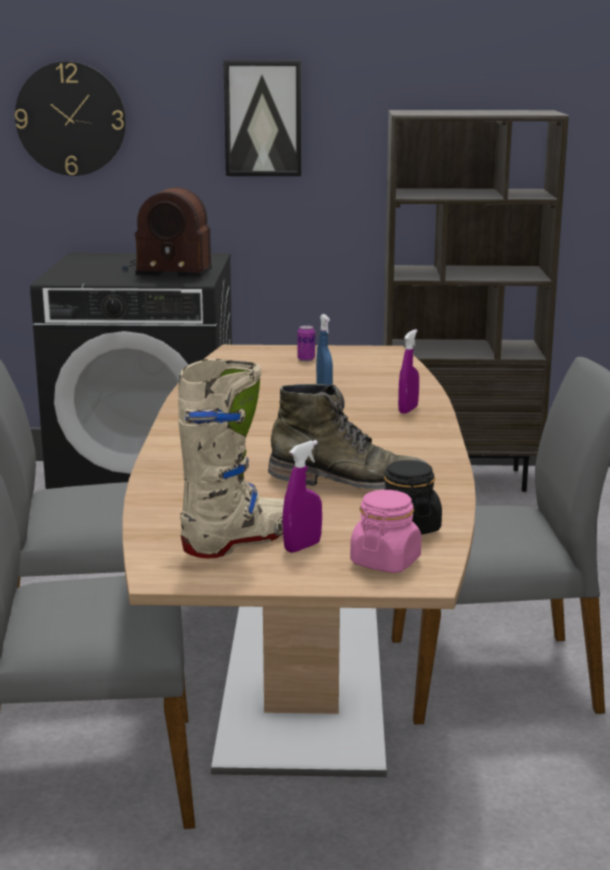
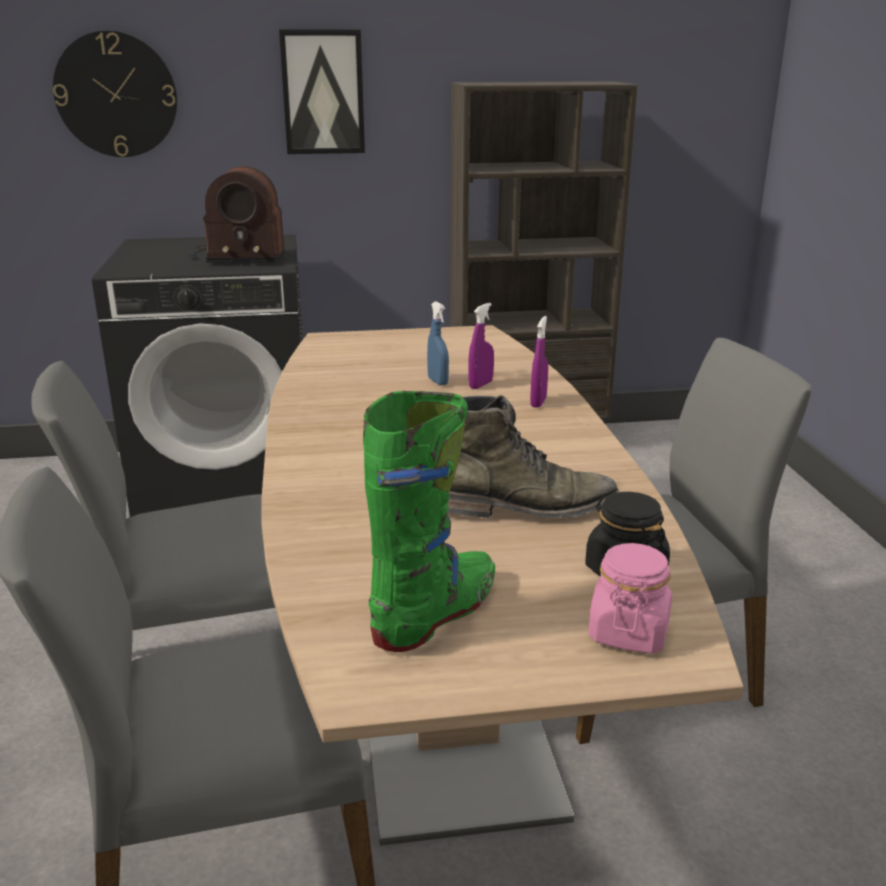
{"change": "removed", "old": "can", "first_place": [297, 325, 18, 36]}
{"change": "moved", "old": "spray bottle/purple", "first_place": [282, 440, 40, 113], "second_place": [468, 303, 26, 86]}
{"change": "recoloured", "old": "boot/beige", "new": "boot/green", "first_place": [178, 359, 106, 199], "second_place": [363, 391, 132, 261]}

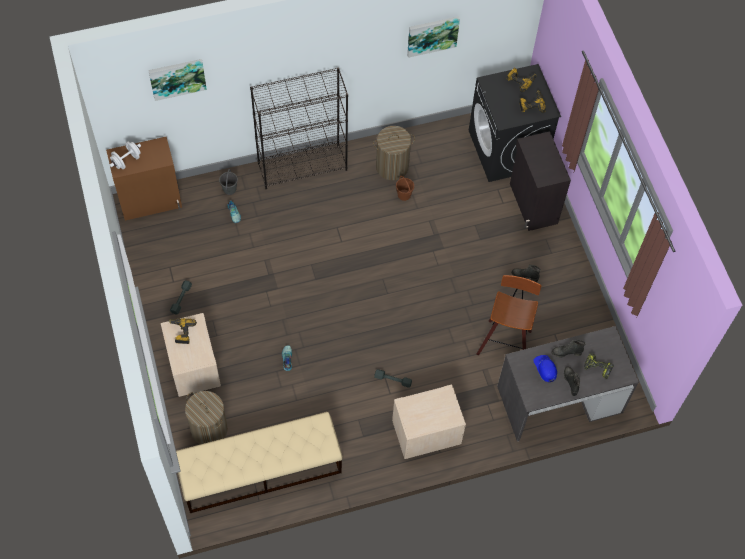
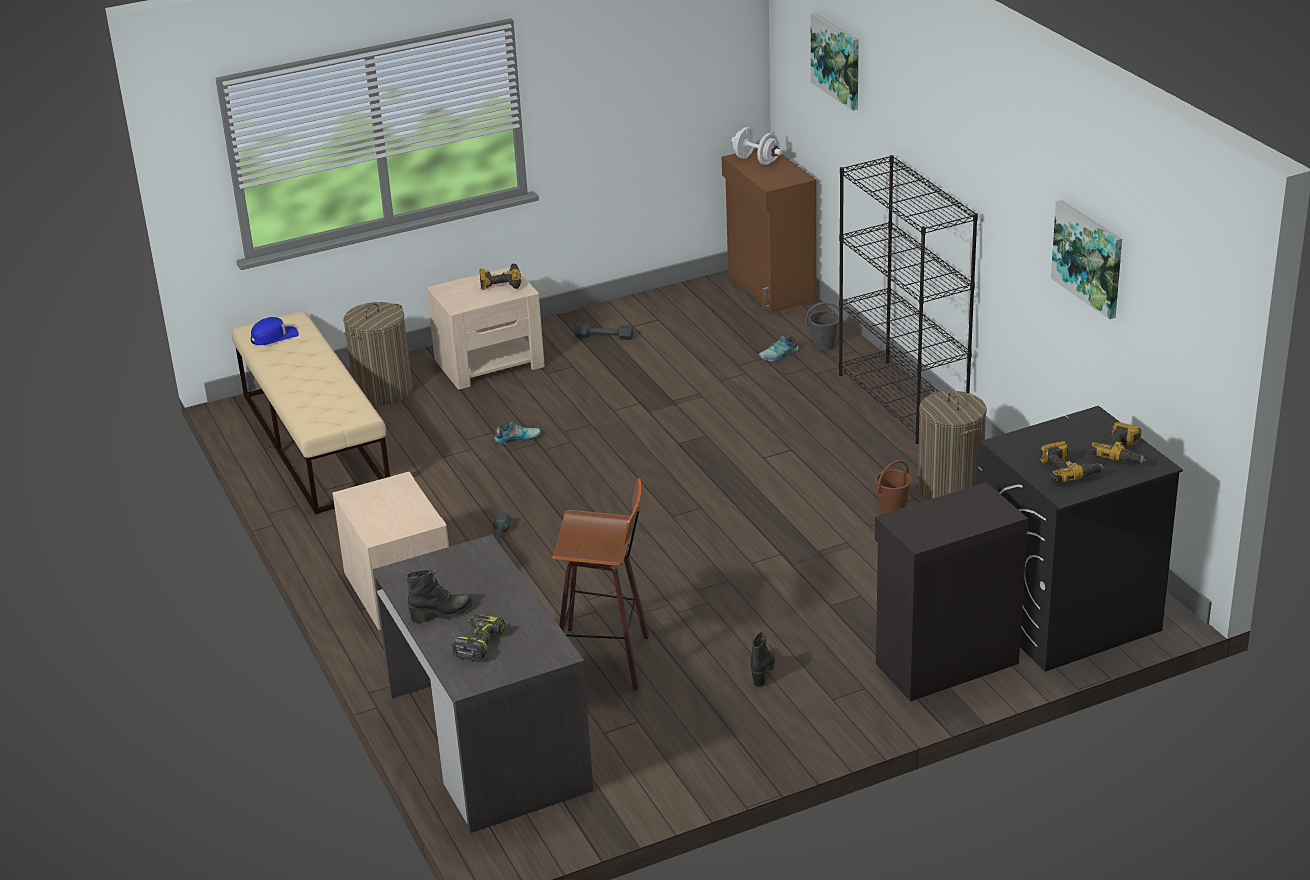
{"change": "removed", "old": "boot/black", "first_place": [551, 340, 35, 17]}
{"change": "moved", "old": "cap/blue", "first_place": [533, 355, 24, 27], "second_place": [251, 317, 48, 28]}

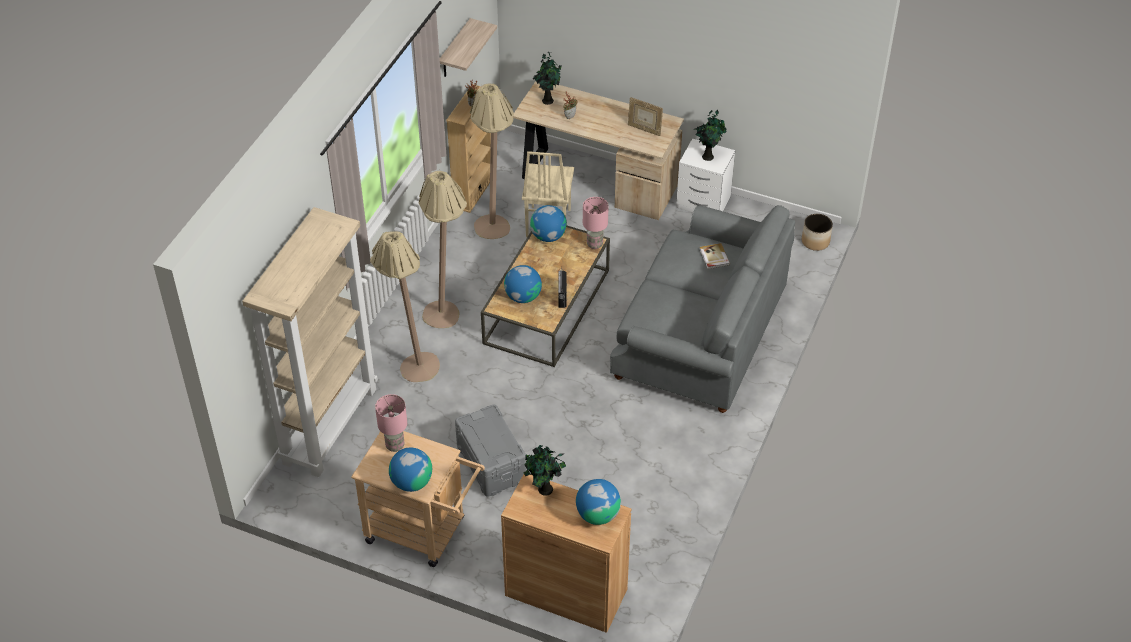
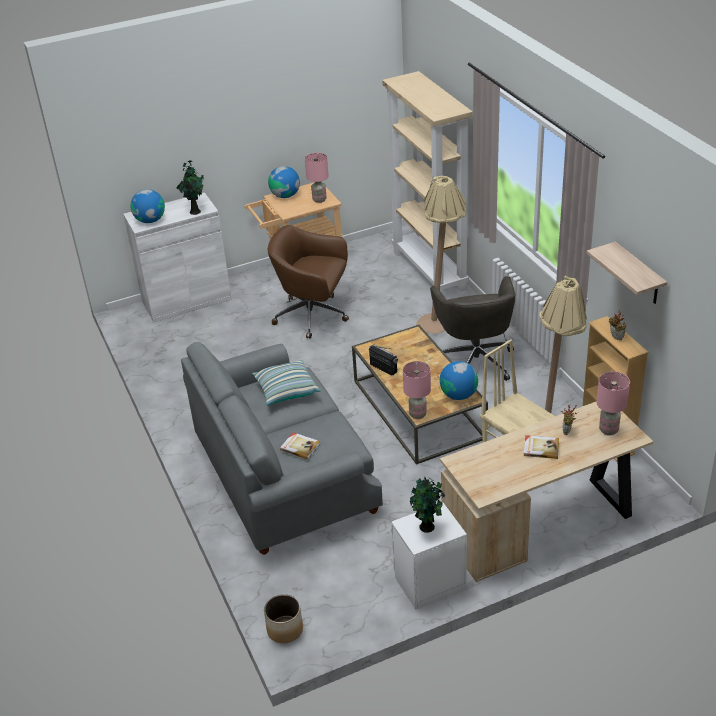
{"change": "removed", "old": "globe", "first_place": [504, 265, 38, 38]}
{"change": "removed", "old": "picture frame", "first_place": [628, 97, 35, 39]}
{"change": "added", "new": "pillow", "second_place": [252, 360, 69, 45]}
{"change": "added", "new": "book", "second_place": [524, 435, 35, 24]}
{"change": "replaced", "old": "floor lamp/beige", "new": "office chair/grey", "first_place": [419, 171, 48, 157], "second_place": [430, 276, 86, 105]}
{"change": "replaced", "old": "storage box/grey", "new": "office chair/brown", "first_place": [455, 404, 72, 93], "second_place": [268, 225, 81, 114]}
{"change": "replaced", "old": "potted plant", "new": "table lamp/pink", "first_place": [533, 51, 28, 54], "second_place": [596, 371, 34, 65]}
{"change": "recoloured", "old": "cabinet/brown", "new": "cabinet/white", "first_place": [501, 474, 130, 159], "second_place": [123, 193, 109, 130]}

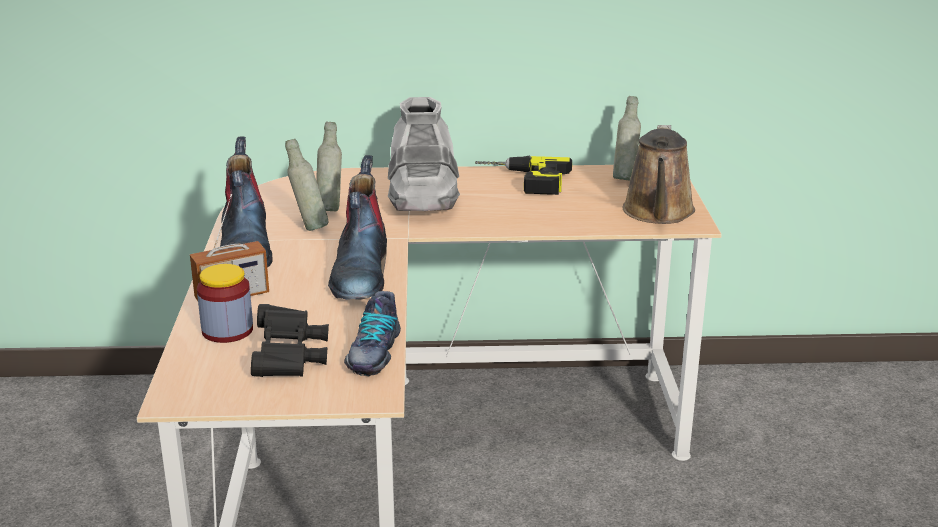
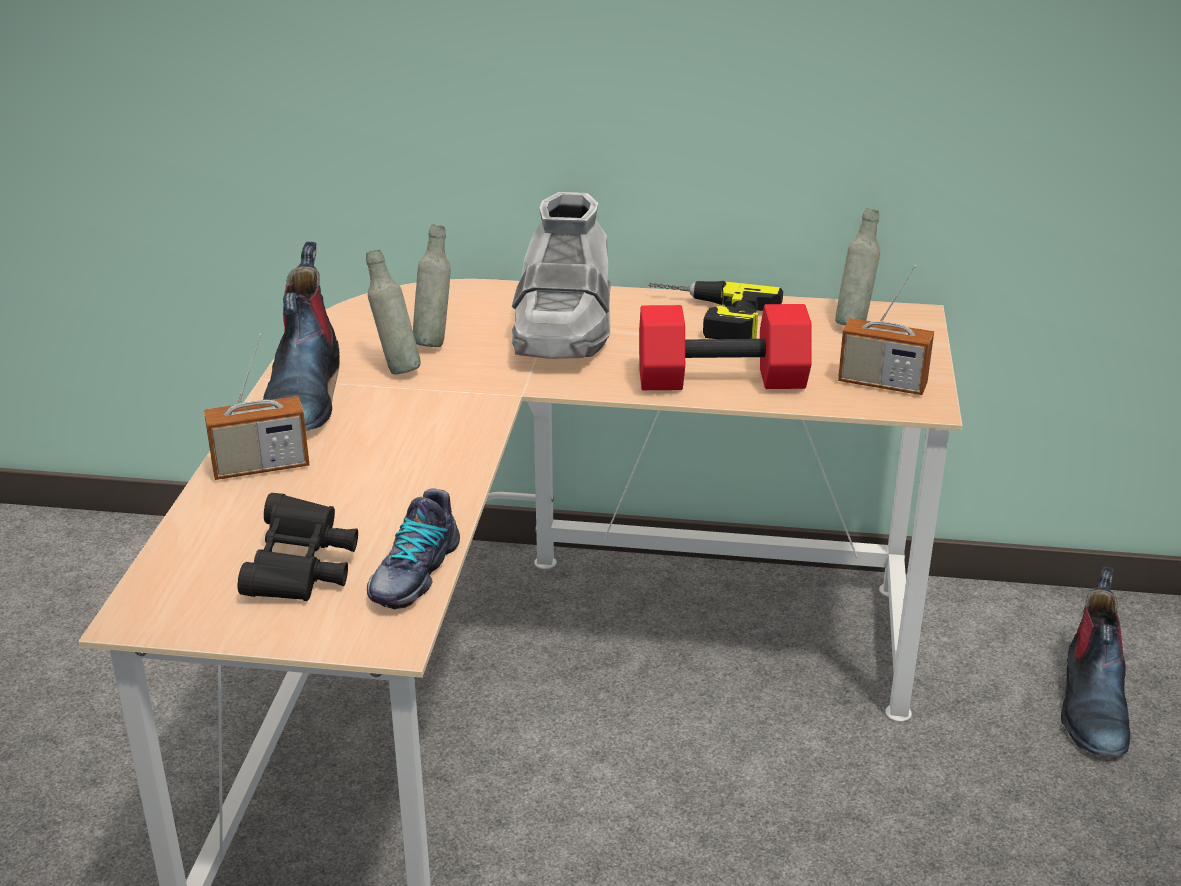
{"change": "removed", "old": "jar", "first_place": [197, 264, 56, 79]}
{"change": "added", "new": "dumbbell/red", "second_place": [639, 304, 173, 86]}
{"change": "moved", "old": "boot", "first_place": [328, 155, 59, 145], "second_place": [1061, 567, 69, 190]}
{"change": "replaced", "old": "watering can/brown", "new": "radio", "first_place": [623, 125, 72, 99], "second_place": [838, 265, 96, 130]}

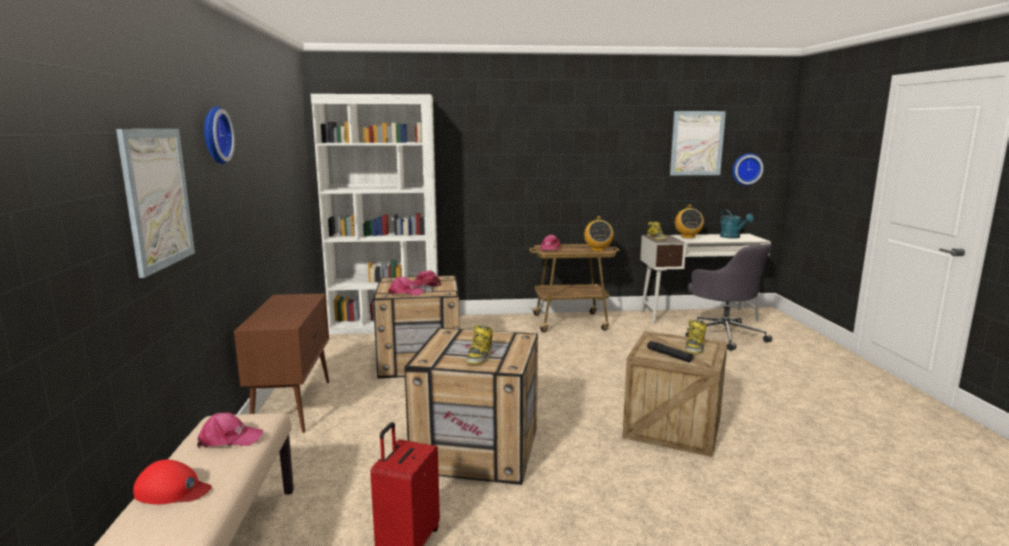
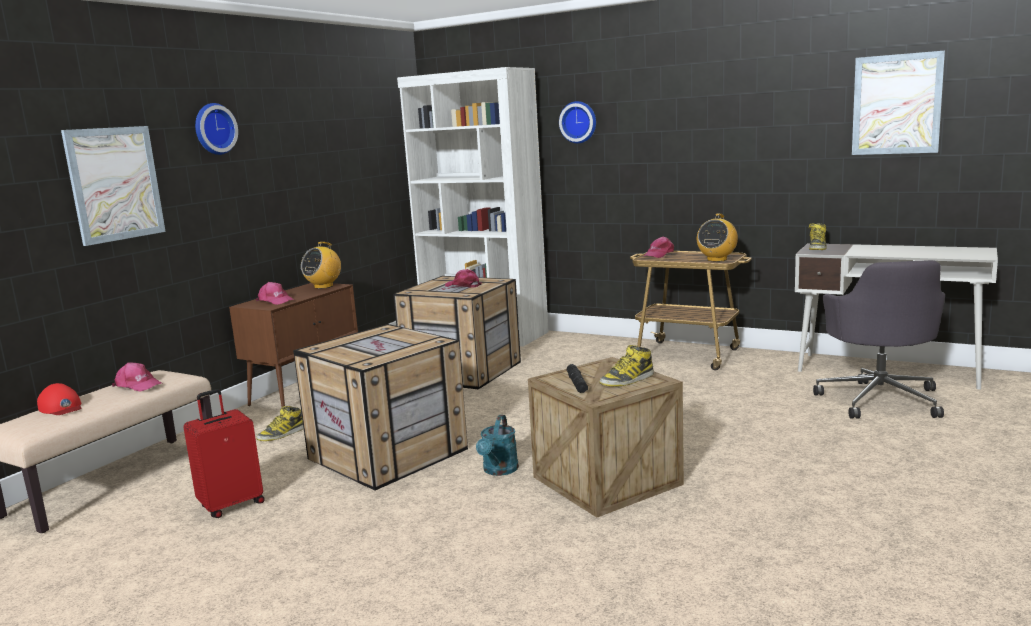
{"change": "moved", "old": "cap/pink", "first_place": [388, 277, 37, 19], "second_place": [256, 282, 38, 23]}
{"change": "moved", "old": "boot", "first_place": [466, 325, 27, 40], "second_place": [256, 406, 48, 35]}
{"change": "moved", "old": "radio", "first_place": [675, 205, 29, 33], "second_place": [301, 242, 40, 47]}
{"change": "moved", "old": "watering can/turquoise", "first_place": [720, 210, 34, 29], "second_place": [476, 415, 43, 61]}
{"change": "moved", "old": "wall clock", "first_place": [732, 153, 31, 33], "second_place": [559, 101, 37, 42]}

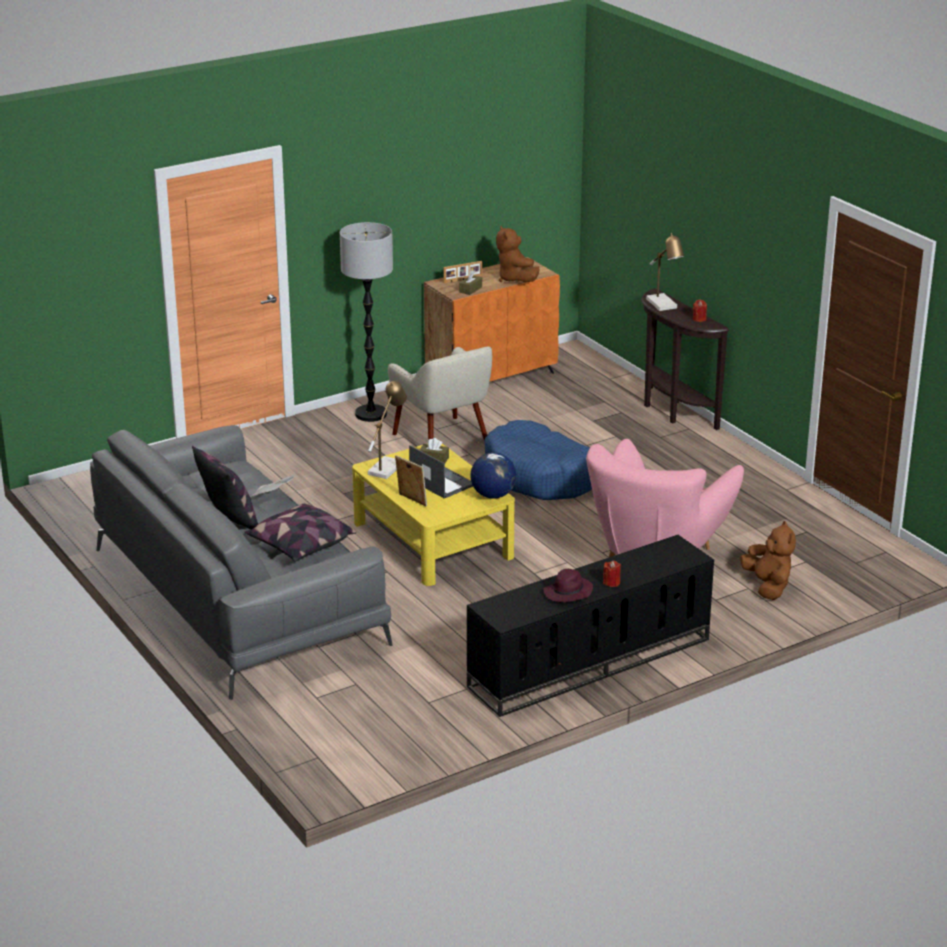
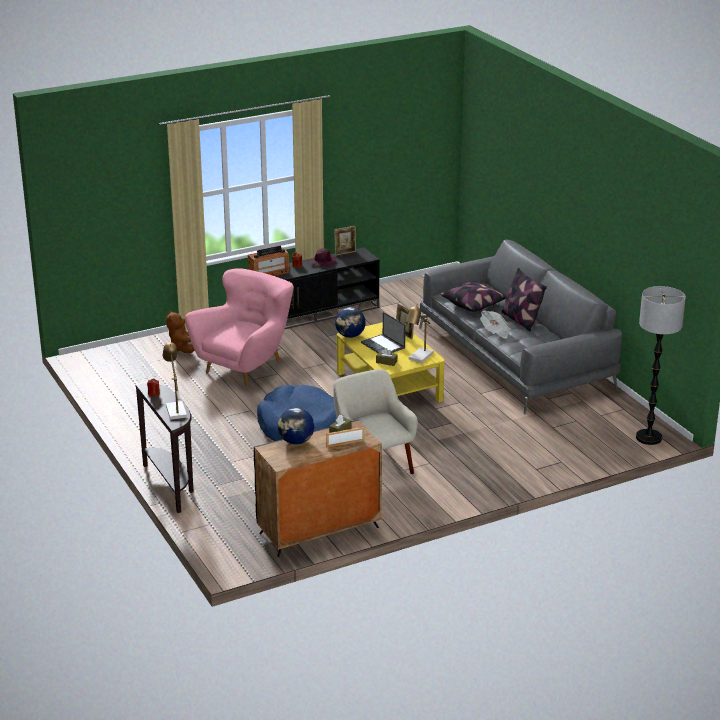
{"change": "added", "new": "radio", "second_place": [248, 246, 42, 30]}
{"change": "added", "new": "picture frame", "second_place": [334, 226, 22, 30]}
{"change": "moved", "old": "floor lamp", "first_place": [340, 222, 53, 200], "second_place": [636, 286, 50, 159]}
{"change": "replaced", "old": "plush toy/brown", "new": "globe", "first_place": [496, 226, 44, 56], "second_place": [278, 408, 36, 36]}
{"change": "recoloured", "old": "cabinet/orange", "new": "cabinet/black", "first_place": [424, 257, 136, 125], "second_place": [254, 420, 128, 137]}

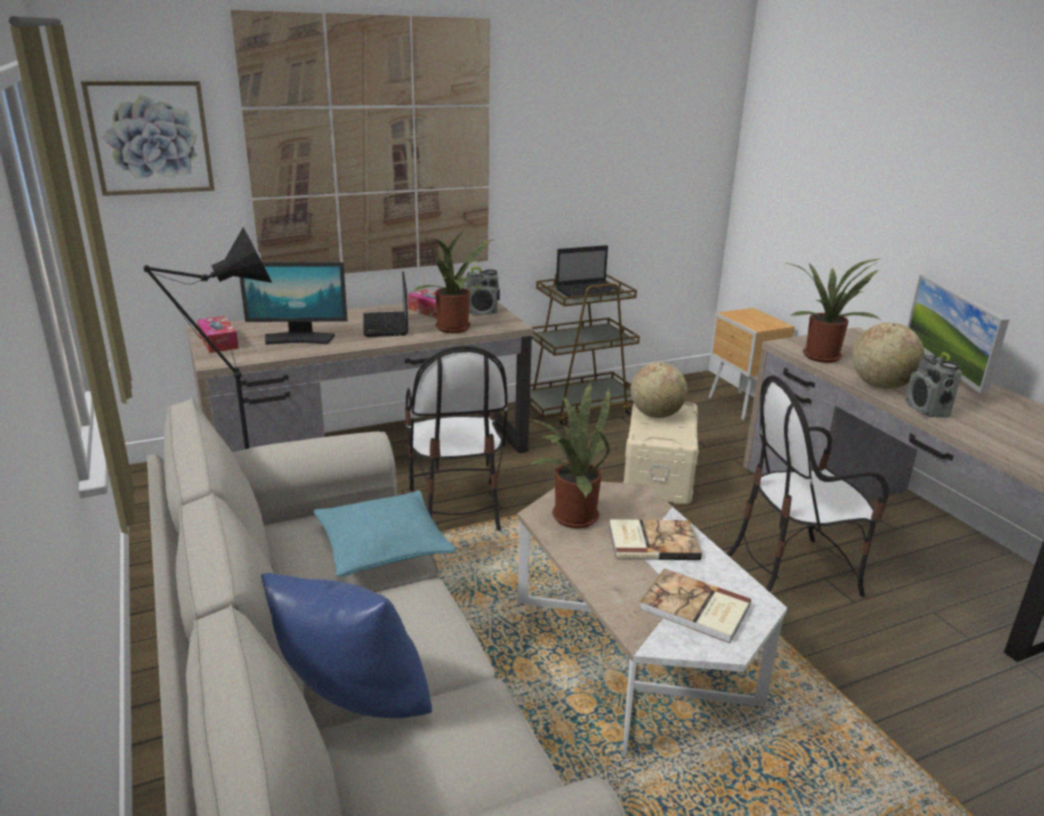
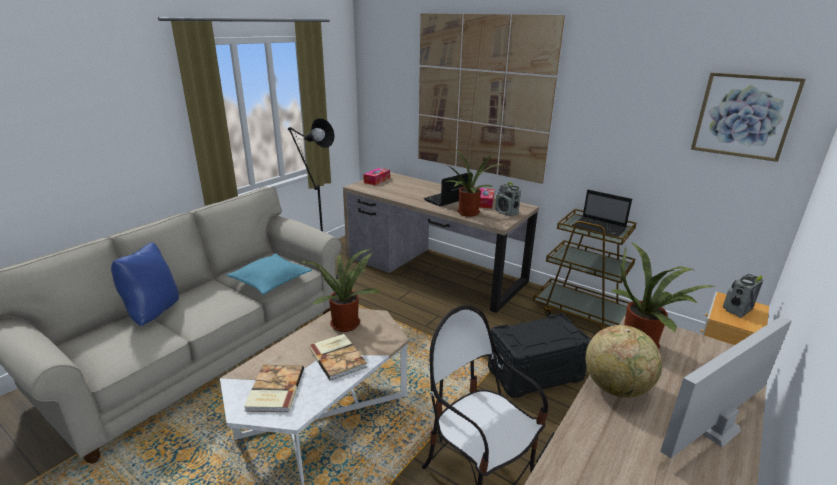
{"change": "removed", "old": "monitor", "first_place": [240, 262, 108, 83]}
{"change": "removed", "old": "chair", "first_place": [405, 346, 103, 185]}
{"change": "removed", "old": "globe", "first_place": [631, 362, 56, 56]}
{"change": "moved", "old": "picture", "first_place": [81, 81, 133, 115], "second_place": [691, 72, 115, 90]}
{"change": "moved", "old": "radio", "first_place": [905, 352, 57, 66], "second_place": [723, 274, 40, 44]}
{"change": "recoloured", "old": "storage box/beige", "new": "storage box/black", "first_place": [623, 402, 75, 103], "second_place": [488, 313, 103, 85]}

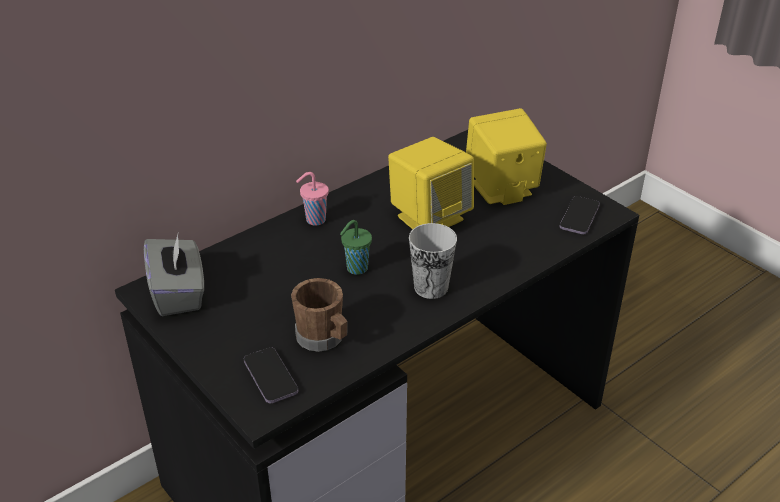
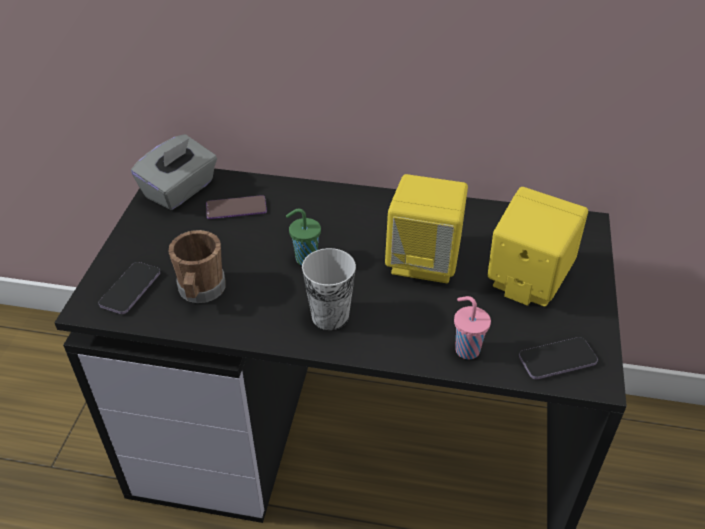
{"change": "added", "new": "phone", "second_place": [206, 195, 61, 24]}
{"change": "moved", "old": "cup/pink", "first_place": [296, 172, 33, 54], "second_place": [454, 296, 37, 64]}

